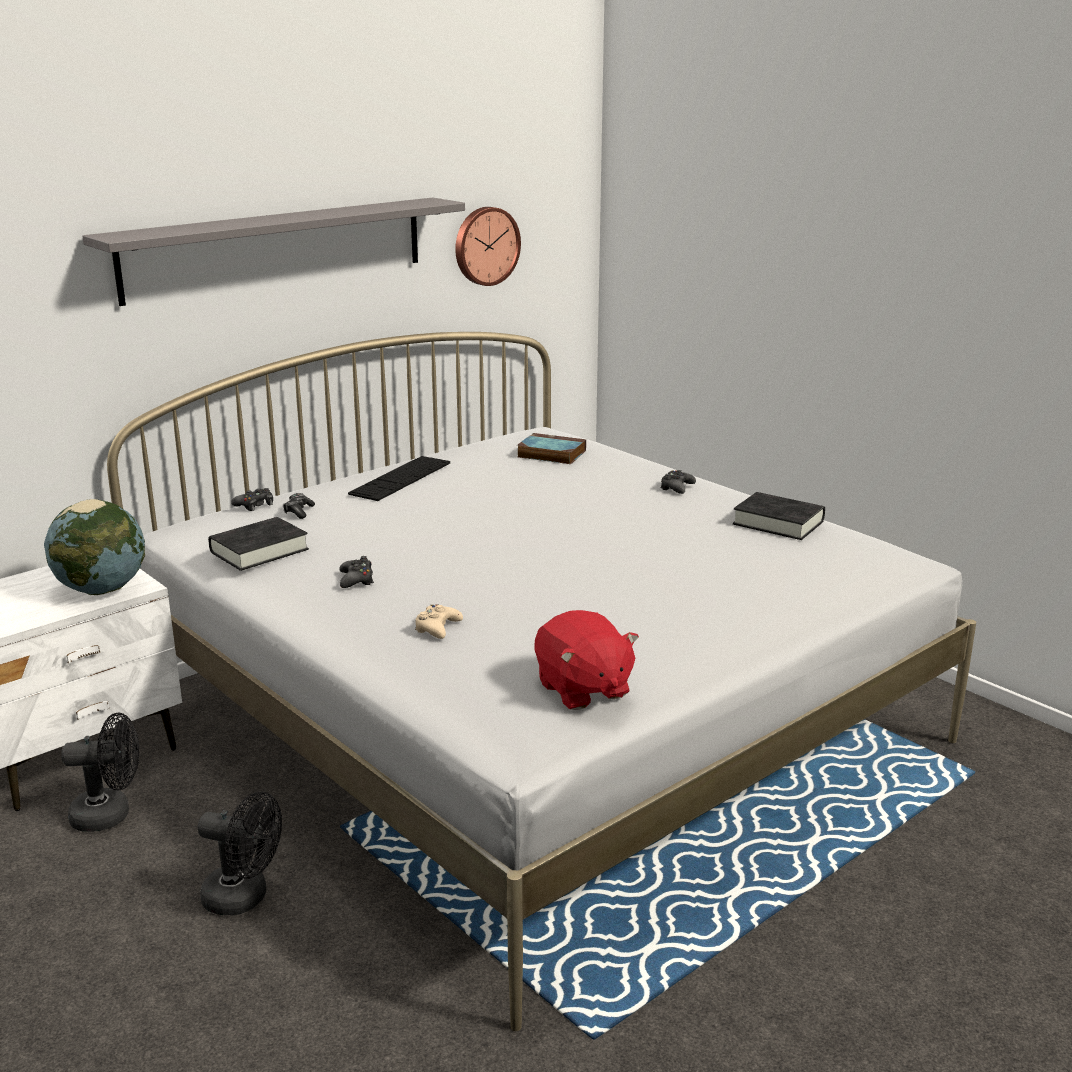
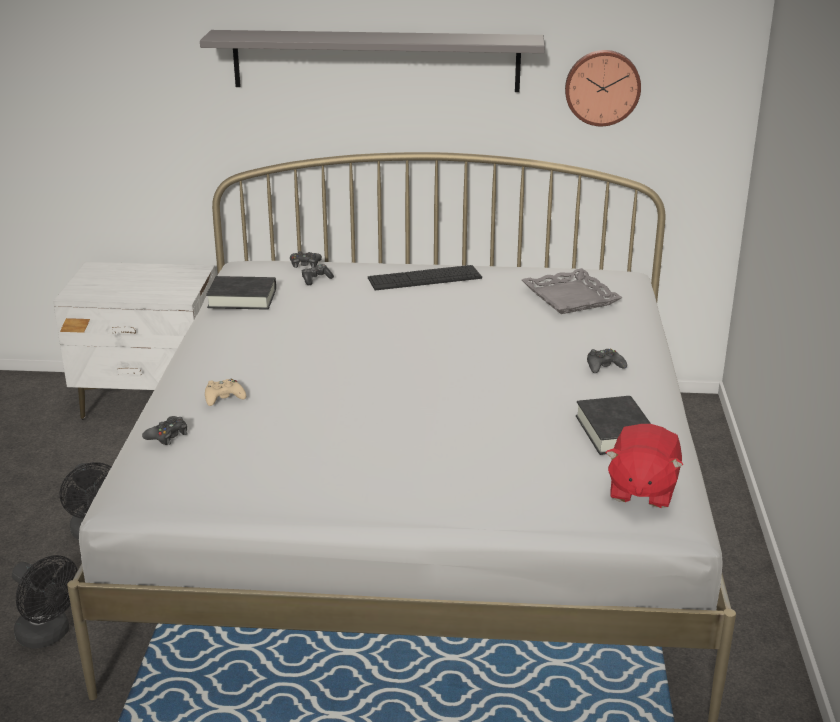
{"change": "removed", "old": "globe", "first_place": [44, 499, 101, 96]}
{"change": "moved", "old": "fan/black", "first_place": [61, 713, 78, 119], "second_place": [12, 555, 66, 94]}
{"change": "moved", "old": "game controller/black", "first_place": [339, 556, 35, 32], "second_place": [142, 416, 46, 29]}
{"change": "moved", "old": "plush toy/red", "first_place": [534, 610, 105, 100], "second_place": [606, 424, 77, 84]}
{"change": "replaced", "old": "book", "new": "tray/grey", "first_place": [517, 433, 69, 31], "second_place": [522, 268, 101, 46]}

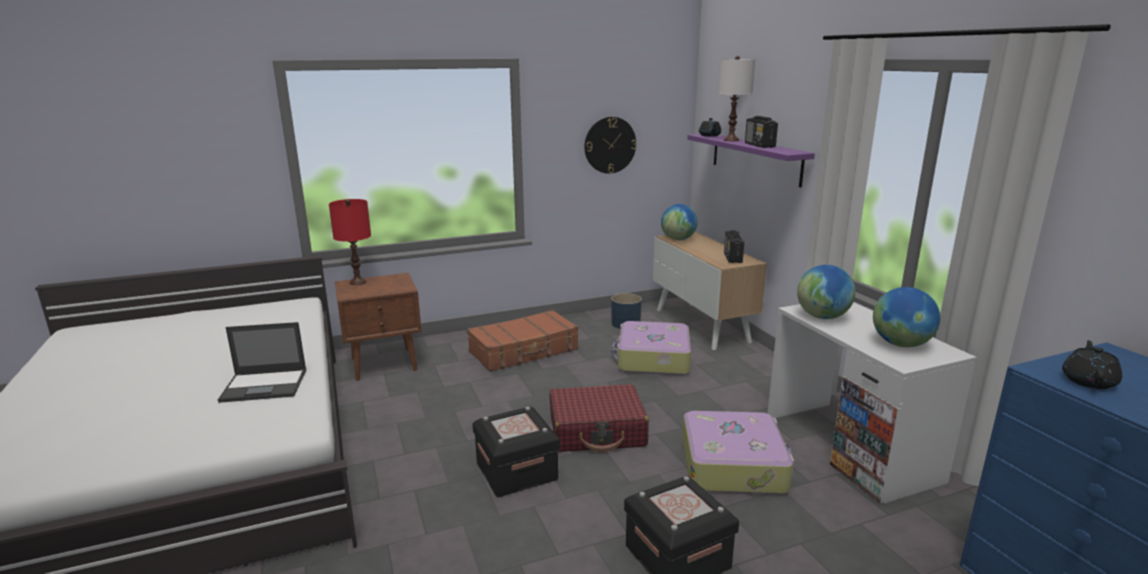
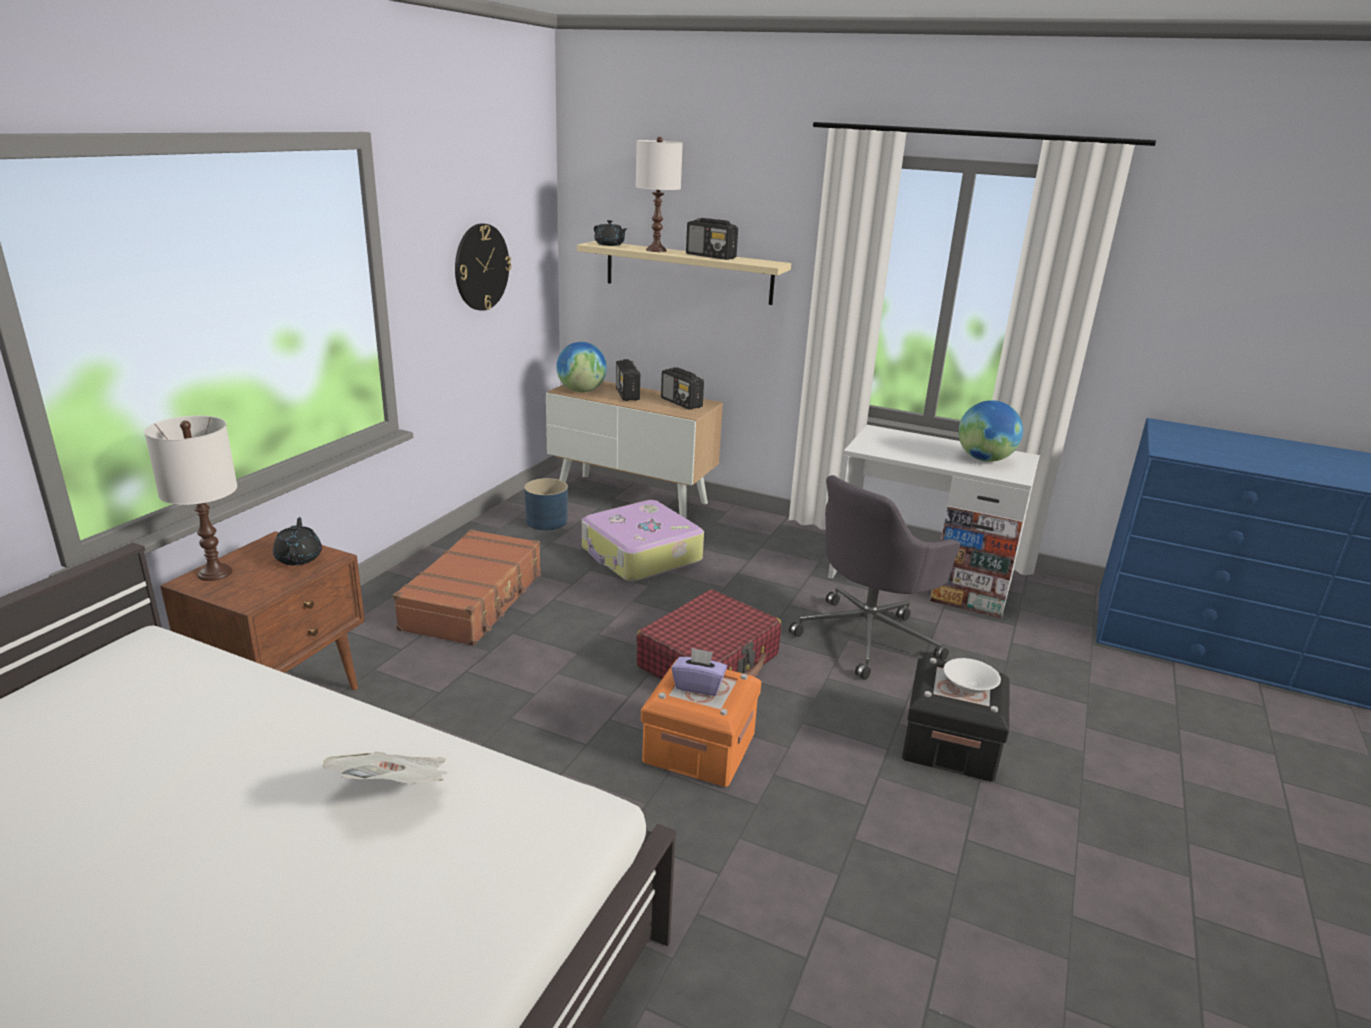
{"change": "removed", "old": "globe", "first_place": [797, 265, 59, 54]}
{"change": "added", "new": "radio", "second_place": [616, 359, 24, 42]}
{"change": "added", "new": "tissue box/purple", "second_place": [671, 648, 56, 48]}
{"change": "added", "new": "bowl/white", "second_place": [943, 658, 58, 35]}
{"change": "moved", "old": "teapot/black", "first_place": [1062, 340, 60, 49], "second_place": [273, 517, 49, 48]}
{"change": "replaced", "old": "laptop", "new": "newspaper", "first_place": [218, 322, 88, 81], "second_place": [323, 752, 124, 31]}
{"change": "replaced", "old": "suitcase", "new": "office chair/grey", "first_place": [682, 411, 112, 83], "second_place": [789, 475, 171, 205]}
{"change": "recoloured", "old": "table lamp/red", "new": "table lamp/white", "first_place": [329, 199, 42, 86], "second_place": [144, 416, 93, 165]}
{"change": "recoloured", "old": "storage box/black", "new": "storage box/orange", "first_place": [473, 407, 87, 90], "second_place": [641, 659, 120, 128]}
{"change": "recoloured", "old": "shelf/purple", "new": "shelf/beige", "first_place": [687, 134, 128, 53], "second_place": [577, 241, 214, 64]}

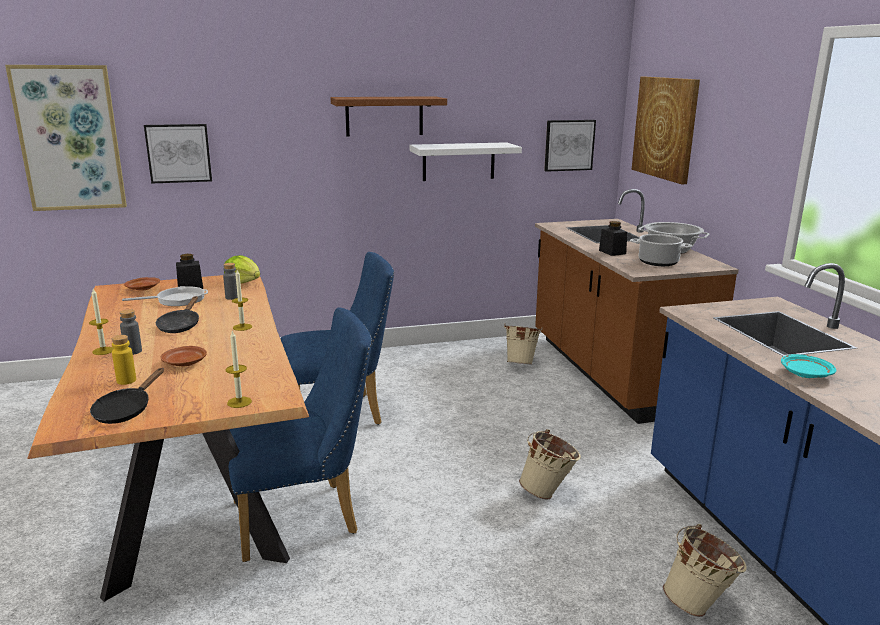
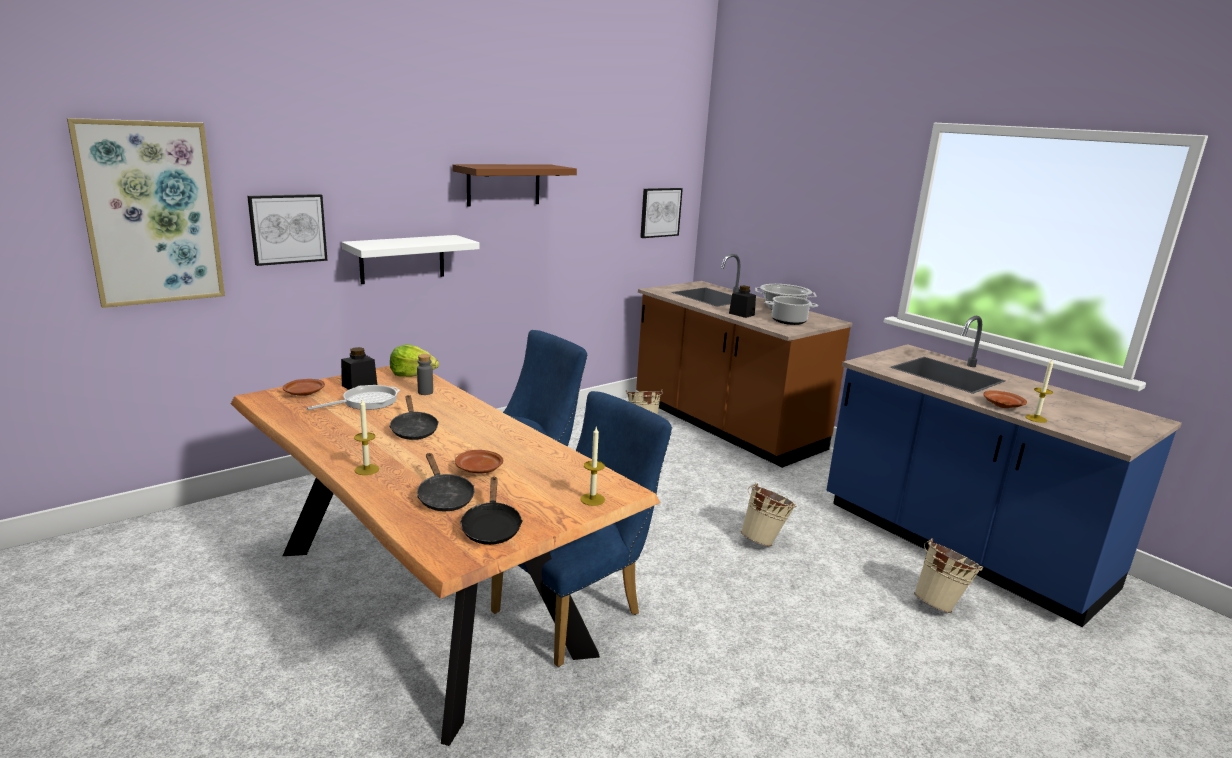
{"change": "removed", "old": "bottle/grey", "first_place": [120, 309, 22, 46]}
{"change": "removed", "old": "picture", "first_place": [632, 77, 68, 107]}
{"change": "moved", "old": "candle", "first_place": [232, 270, 20, 61], "second_place": [1025, 359, 28, 64]}
{"change": "moved", "old": "shelf/white", "first_place": [409, 142, 113, 39], "second_place": [342, 235, 138, 49]}
{"change": "replaced", "old": "bottle/yellow", "new": "frying pan/black", "first_place": [111, 335, 25, 50], "second_place": [417, 453, 57, 58]}
{"change": "recoloured", "old": "plate/turquoise", "new": "plate/brown", "first_place": [781, 354, 55, 24], "second_place": [983, 390, 44, 18]}

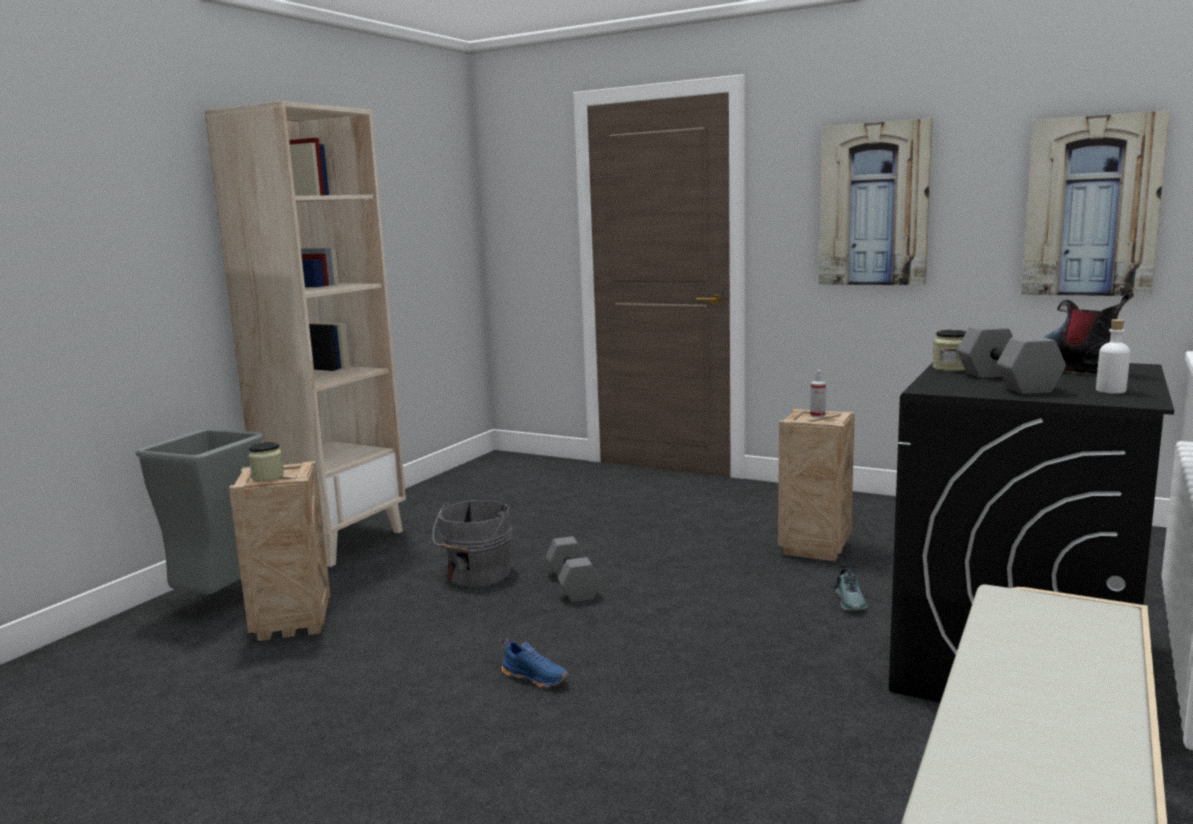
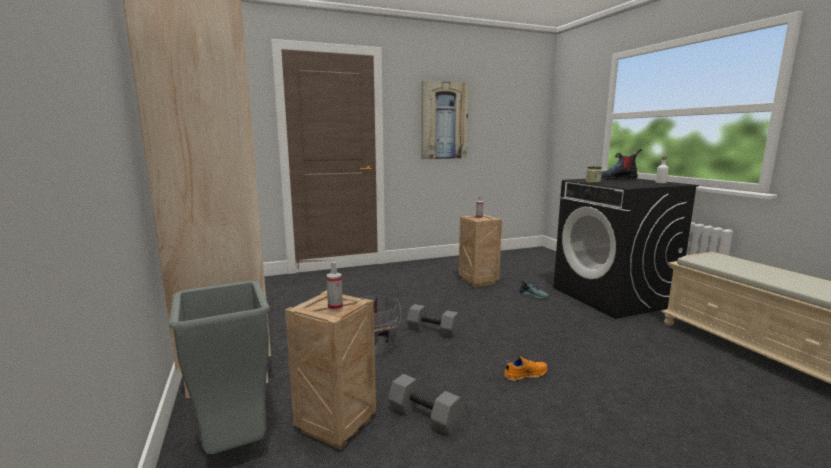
{"change": "removed", "old": "picture", "first_place": [1021, 110, 149, 186]}
{"change": "moved", "old": "dumbbell/grey", "first_place": [957, 325, 109, 69], "second_place": [388, 374, 76, 61]}
{"change": "replaced", "old": "jar", "new": "spray bottle", "first_place": [249, 442, 35, 39], "second_place": [326, 262, 17, 49]}
{"change": "recoloured", "old": "shoe/blue", "new": "shoe/orange", "first_place": [501, 639, 67, 48], "second_place": [504, 357, 44, 24]}

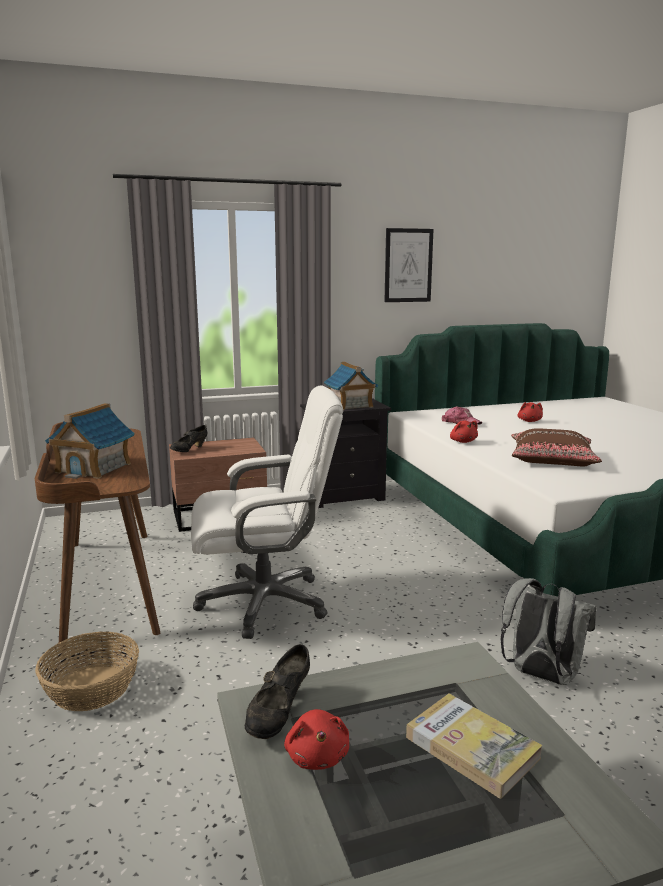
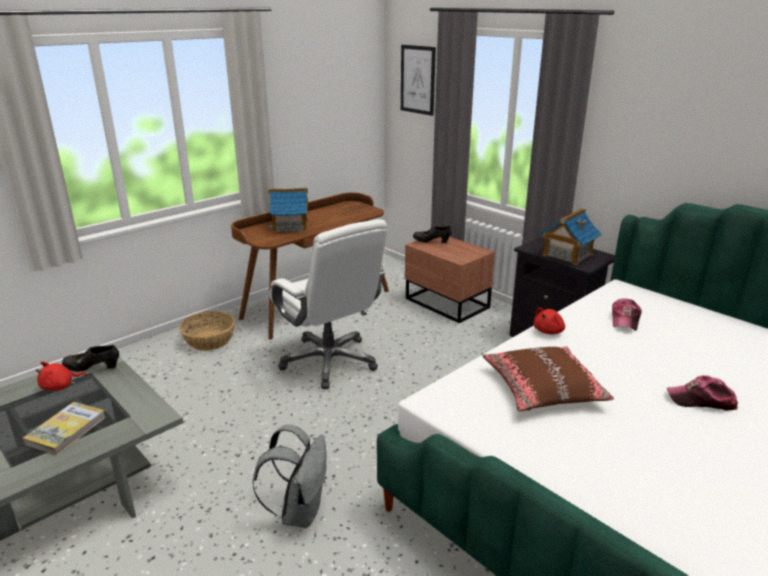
{"change": "removed", "old": "plush toy/red", "first_place": [518, 402, 25, 20]}
{"change": "added", "new": "cap", "second_place": [667, 375, 71, 36]}
{"change": "moved", "old": "picture", "first_place": [385, 228, 49, 74], "second_place": [401, 45, 35, 71]}

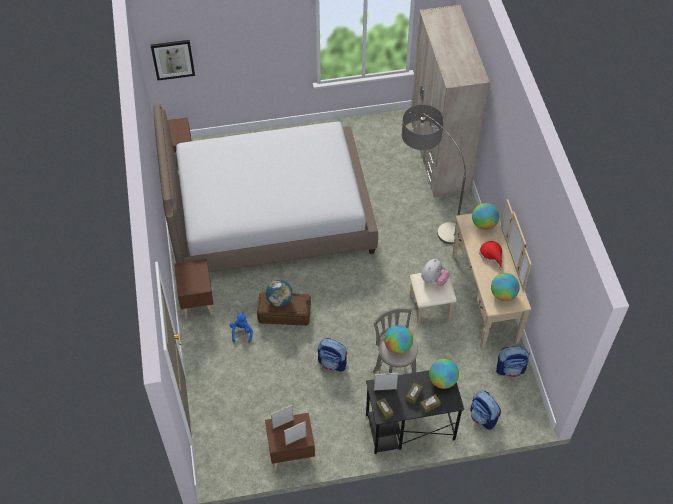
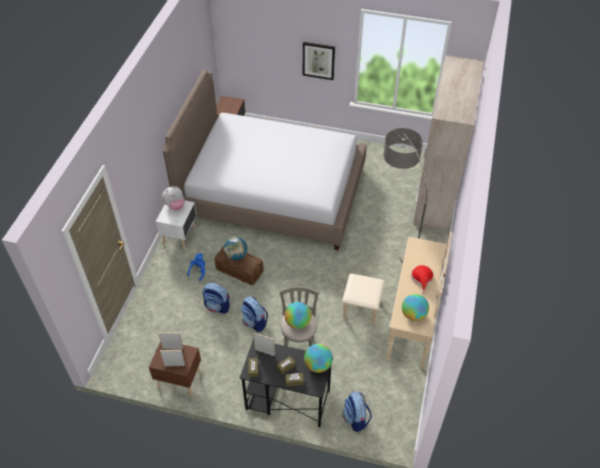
{"change": "removed", "old": "globe", "first_place": [472, 203, 27, 27]}
{"change": "moved", "old": "picture", "first_place": [151, 40, 44, 41], "second_place": [303, 42, 32, 38]}
{"change": "moved", "old": "plush toy", "first_place": [421, 259, 29, 27], "second_place": [162, 186, 23, 24]}
{"change": "moved", "old": "backpack", "first_place": [496, 346, 34, 32], "second_place": [202, 283, 28, 31]}
{"change": "recoloured", "old": "nightstand/brown", "new": "nightstand/white", "first_place": [174, 259, 39, 60], "second_place": [156, 200, 41, 50]}

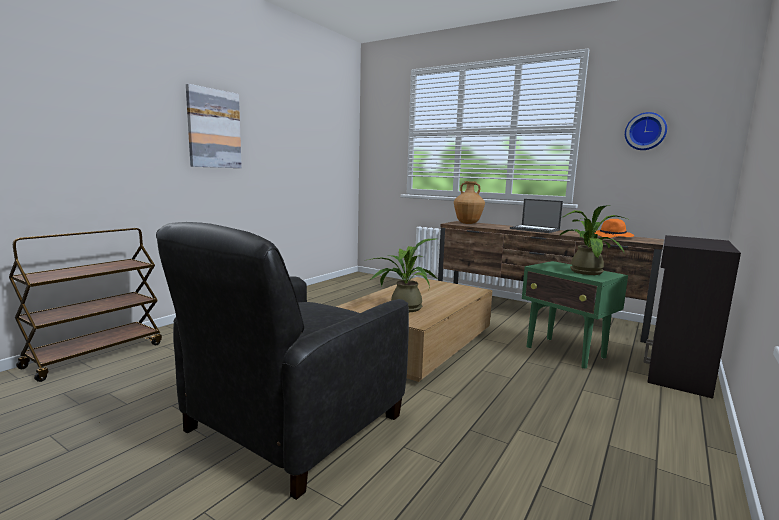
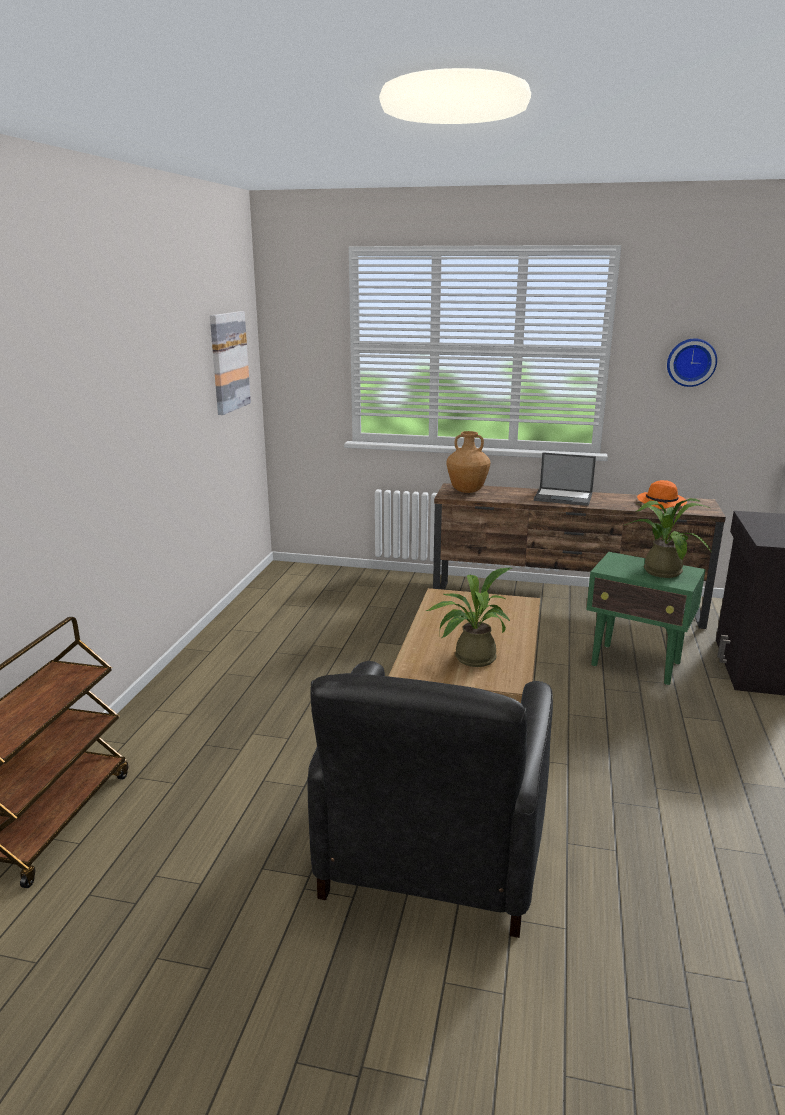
{"change": "moved", "old": "picture", "first_place": [186, 84, 56, 84], "second_place": [210, 311, 41, 104]}

